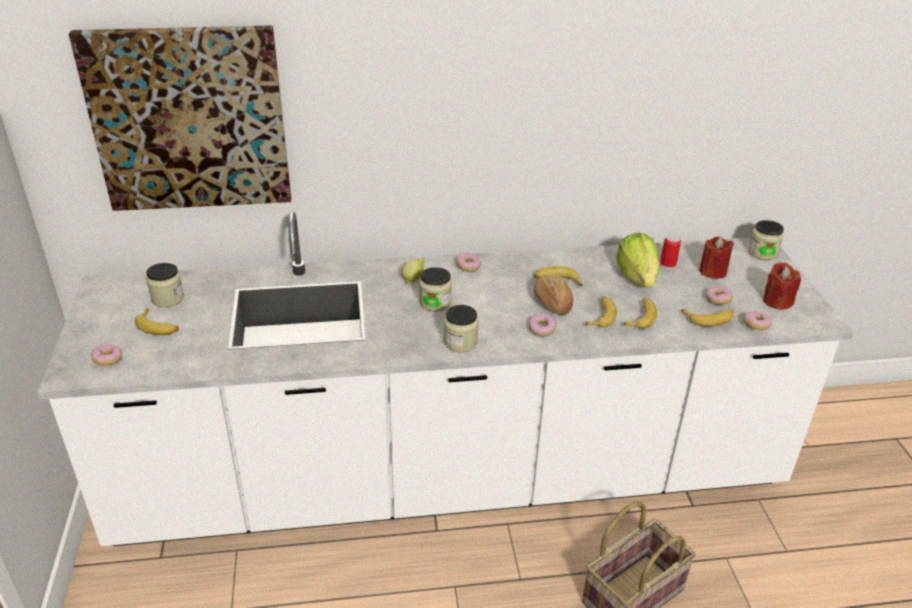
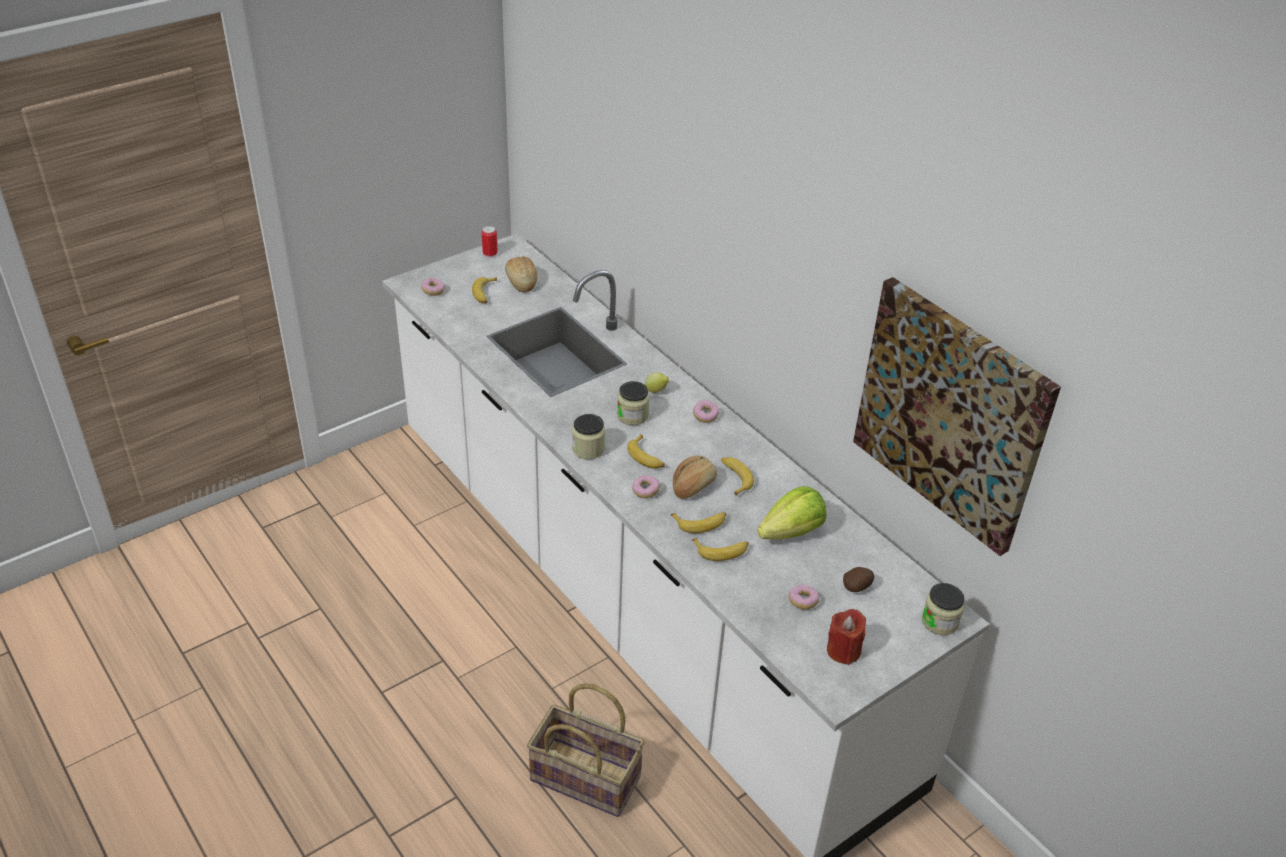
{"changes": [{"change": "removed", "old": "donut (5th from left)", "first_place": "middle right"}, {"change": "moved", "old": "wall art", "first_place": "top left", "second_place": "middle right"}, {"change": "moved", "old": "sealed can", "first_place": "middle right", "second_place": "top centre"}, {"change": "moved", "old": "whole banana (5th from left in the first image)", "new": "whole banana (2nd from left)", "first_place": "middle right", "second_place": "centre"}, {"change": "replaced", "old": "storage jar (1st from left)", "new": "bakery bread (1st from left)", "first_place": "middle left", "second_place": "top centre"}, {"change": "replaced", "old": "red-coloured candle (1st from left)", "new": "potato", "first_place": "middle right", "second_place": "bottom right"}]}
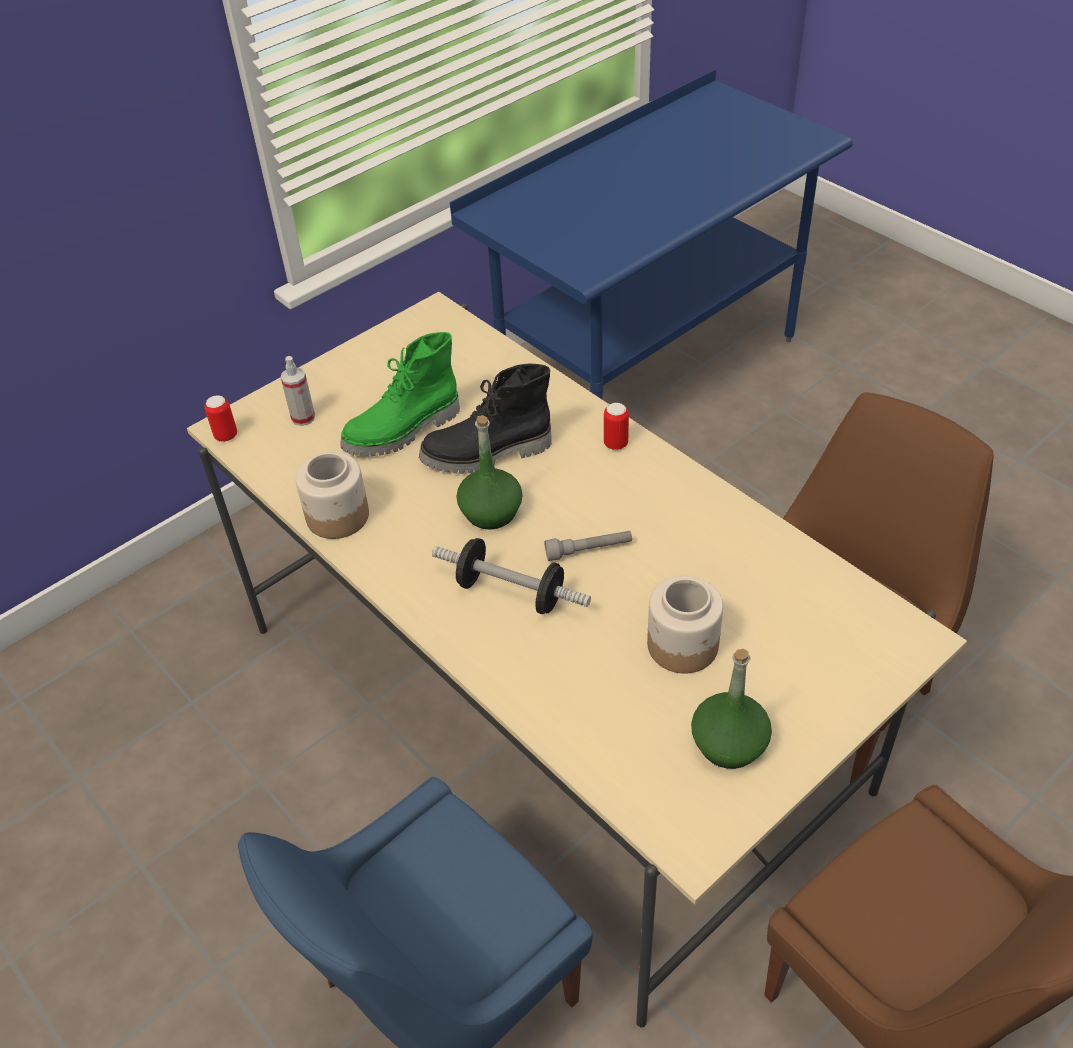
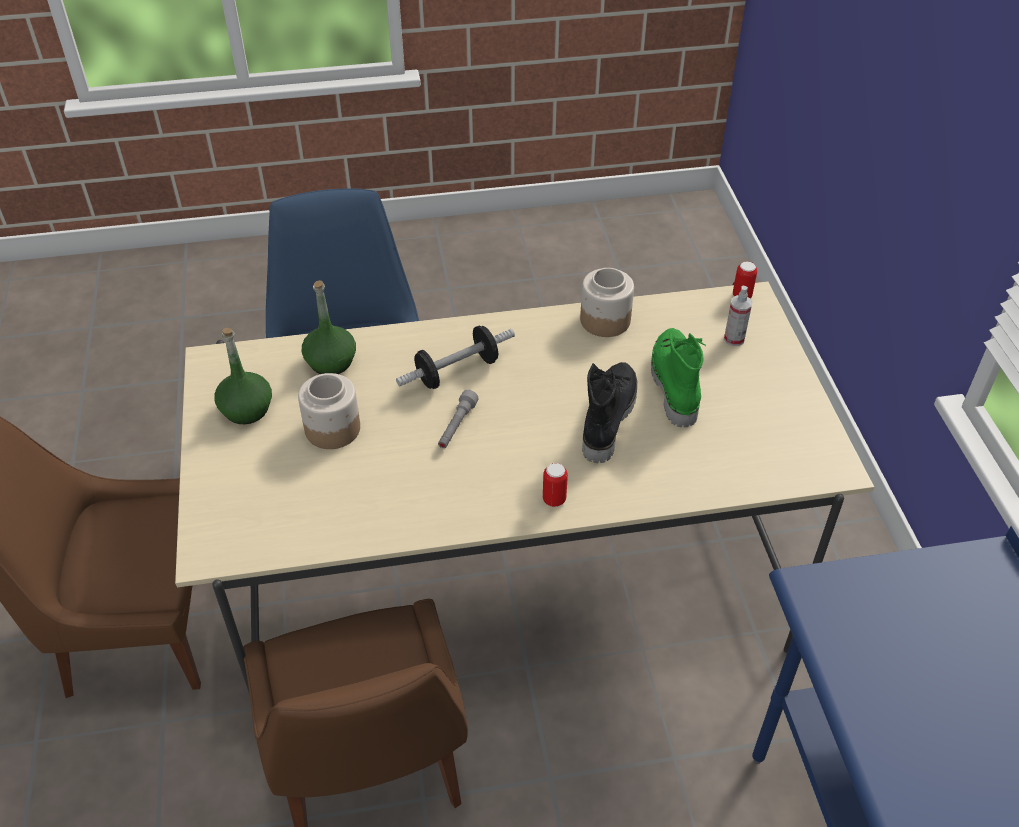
{"changes": [{"change": "moved", "old": "green-coloured bottle (1st from left in the first image)", "new": "green-coloured bottle (2nd from left)", "first_place": "centre", "second_place": "middle left"}]}
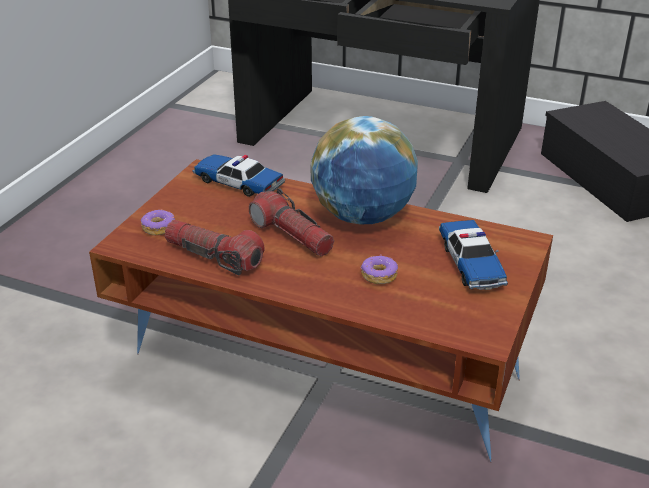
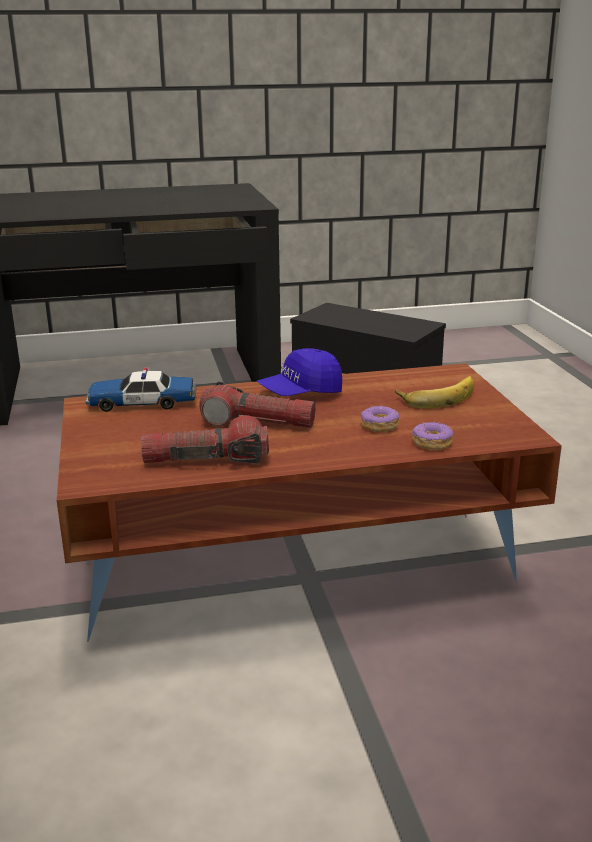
{"changes": [{"change": "moved", "old": "donut (1st from left in the first image)", "new": "donut (2nd from left)", "first_place": "middle left", "second_place": "middle right"}, {"change": "replaced", "old": "desk globe", "new": "blue-coloured baseball cap", "first_place": "centre", "second_place": "centre"}, {"change": "replaced", "old": "model car (2nd from left)", "new": "whole banana", "first_place": "middle right", "second_place": "middle right"}]}
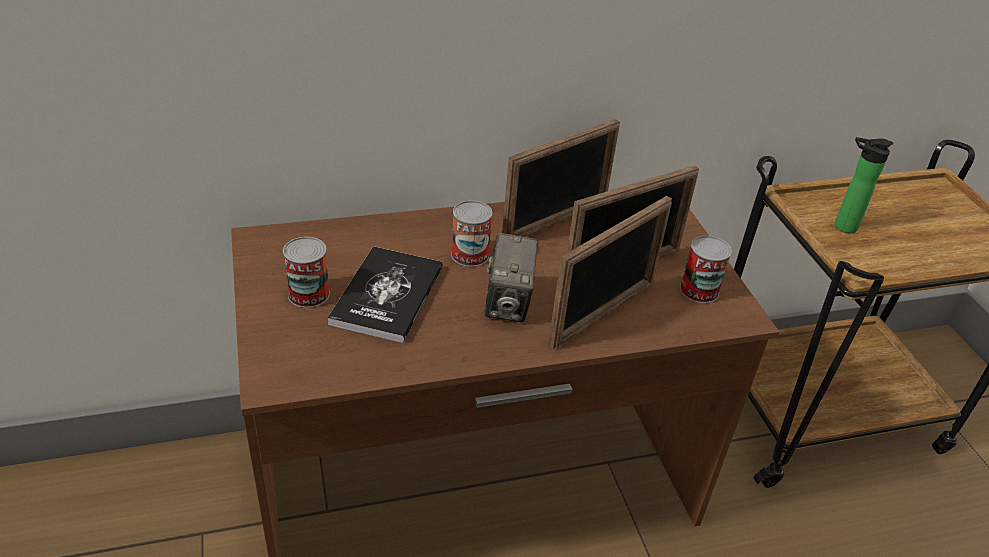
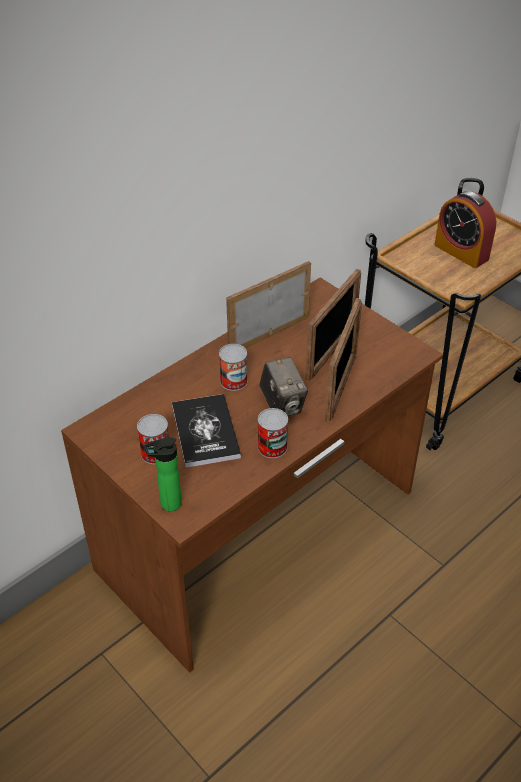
{"changes": [{"change": "added", "new": "bedside clock", "second_place": "top right"}, {"change": "moved", "old": "sealed can (3rd from left)", "first_place": "middle right", "second_place": "centre"}, {"change": "moved", "old": "bottle", "first_place": "top right", "second_place": "middle left"}, {"change": "turned", "old": "photo frame (1st from left)", "first_place": "top centre", "second_place": "centre", "degrees": -150}]}
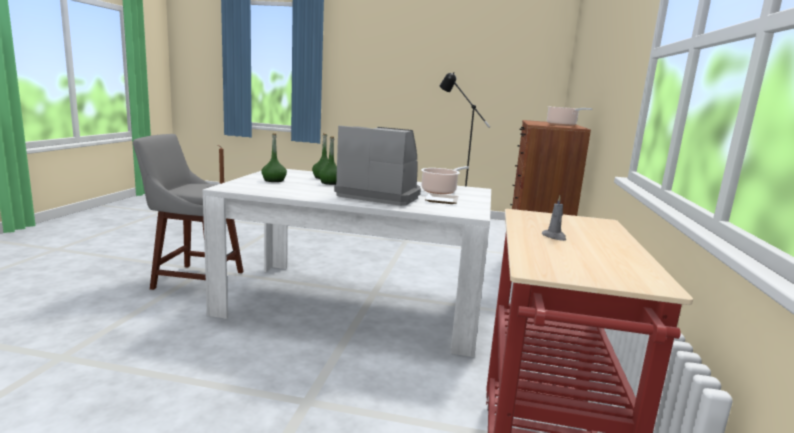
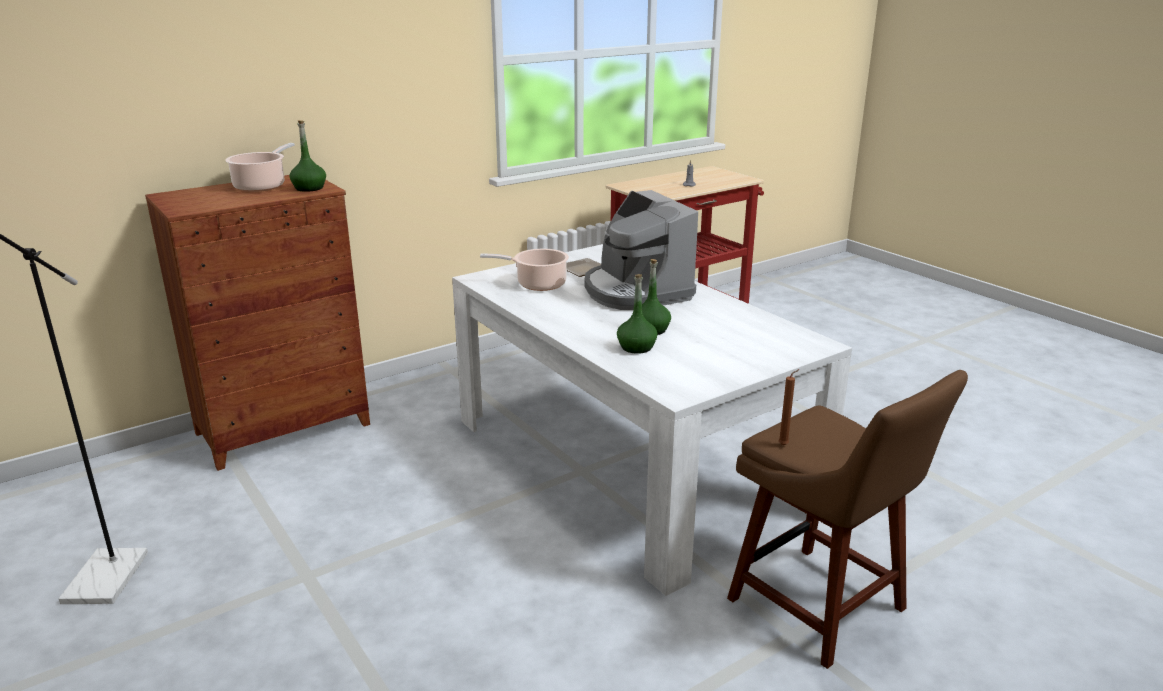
{"changes": [{"change": "moved", "old": "green-coloured bottle (1st from left)", "first_place": "centre", "second_place": "top left"}, {"change": "recoloured", "old": "grey stool", "new": "brown stool", "first_place": "middle left", "second_place": "bottom right"}]}
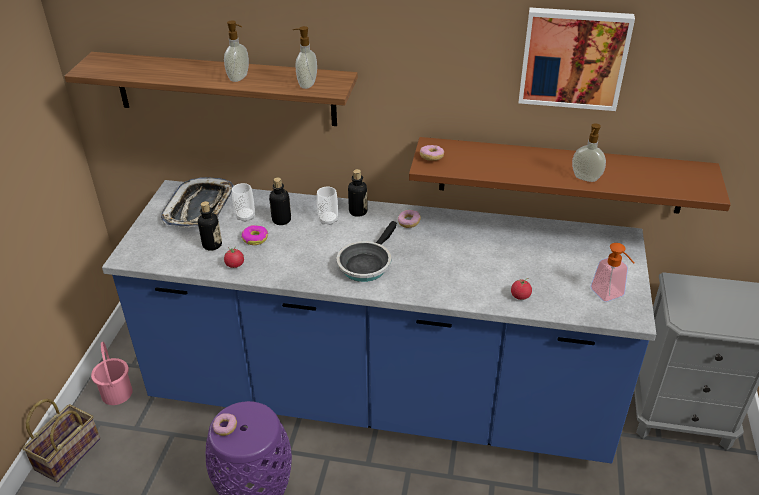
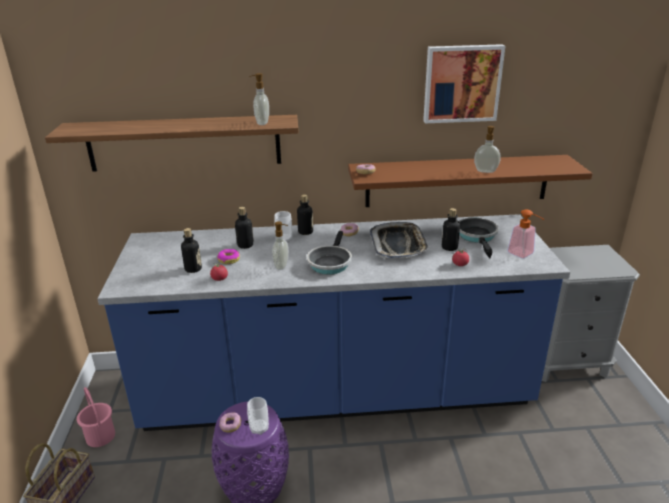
{"changes": [{"change": "added", "new": "bottle (4th from left)", "second_place": "middle right"}, {"change": "added", "new": "skillet (2nd from left)", "second_place": "middle right"}, {"change": "moved", "old": "carrying tray", "first_place": "middle left", "second_place": "centre"}, {"change": "moved", "old": "soap dispenser (1st from left in the first image)", "new": "soap dispenser (2nd from left)", "first_place": "top left", "second_place": "centre"}, {"change": "moved", "old": "cup (1st from left)", "first_place": "middle left", "second_place": "bottom centre"}]}
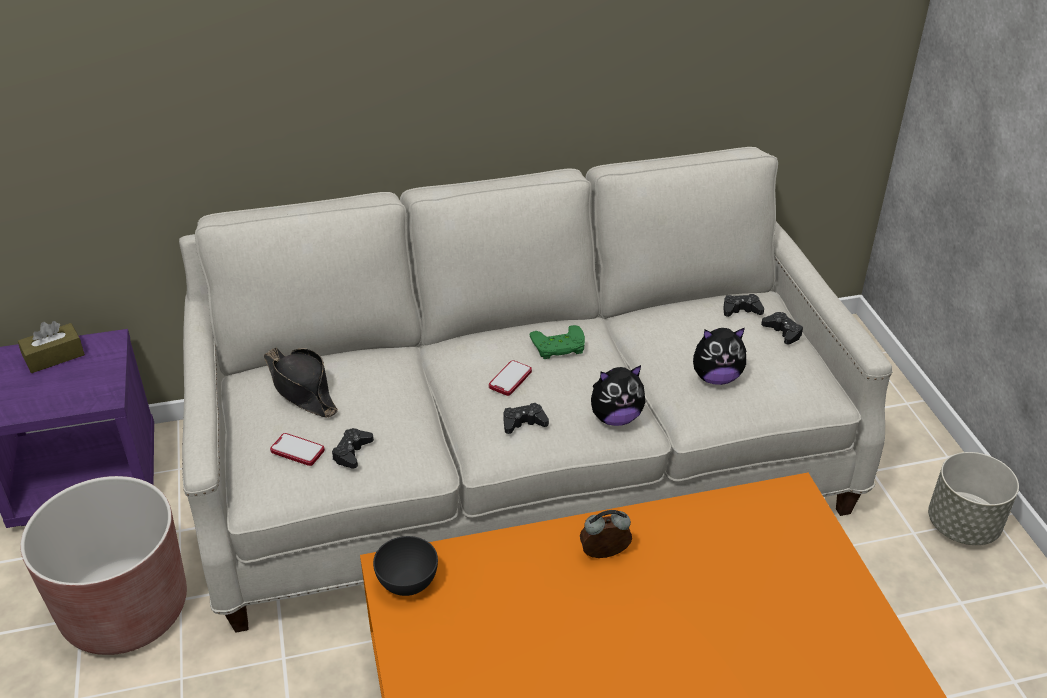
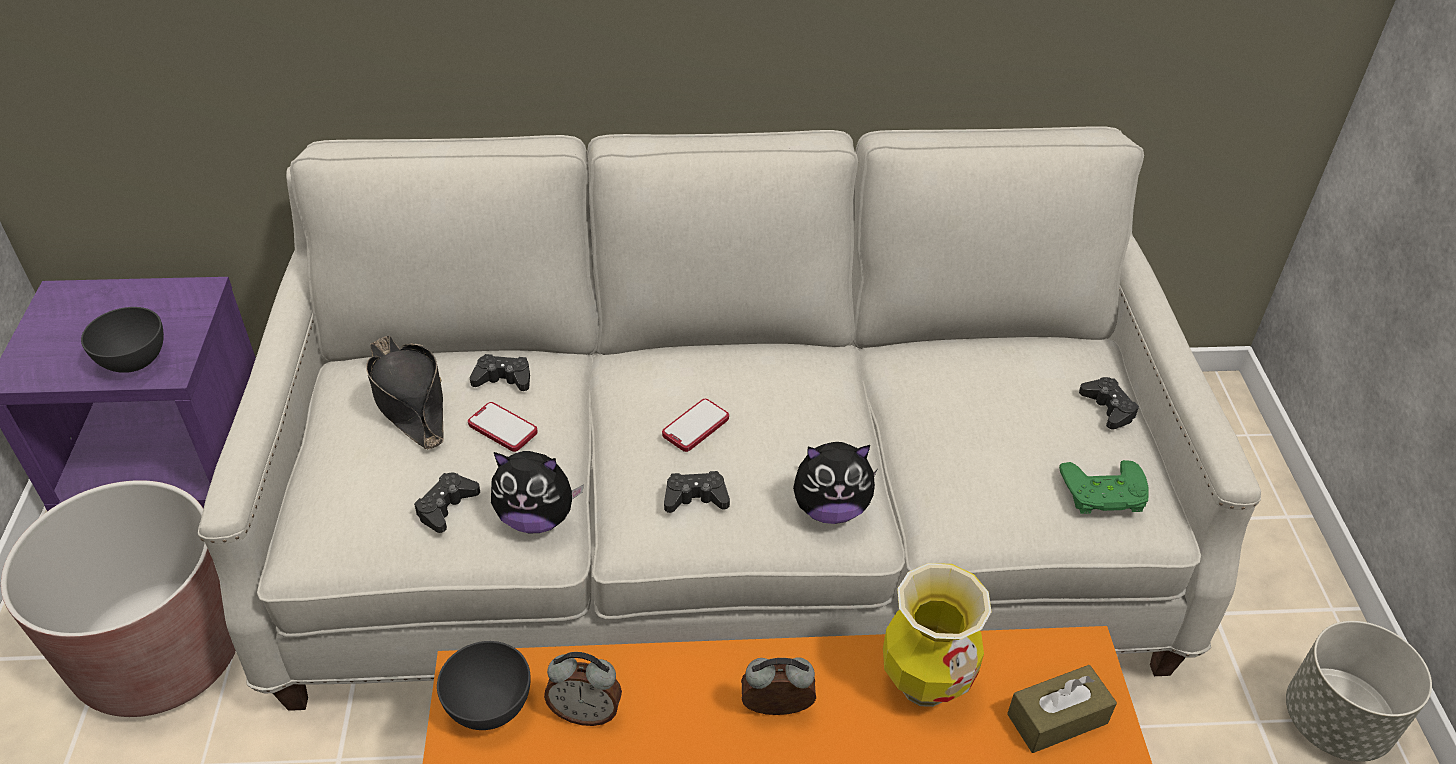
{"changes": [{"change": "added", "new": "grey deep dish (1st from left)", "second_place": "middle left"}, {"change": "added", "new": "bedside clock (1st from left)", "second_place": "bottom centre"}, {"change": "added", "new": "flower vase", "second_place": "bottom centre"}, {"change": "moved", "old": "brown tissue holder", "first_place": "middle left", "second_place": "bottom right"}, {"change": "moved", "old": "phone (1st from left)", "first_place": "middle left", "second_place": "centre"}, {"change": "moved", "old": "green-coloured joypad", "first_place": "centre", "second_place": "middle right"}, {"change": "moved", "old": "cuddly toy (2nd from left in the first image)", "new": "cuddly toy (1st from left)", "first_place": "middle right", "second_place": "centre"}, {"change": "moved", "old": "black-coloured joypad (3rd from left in the first image)", "new": "black-coloured joypad (2nd from left)", "first_place": "middle right", "second_place": "centre"}]}
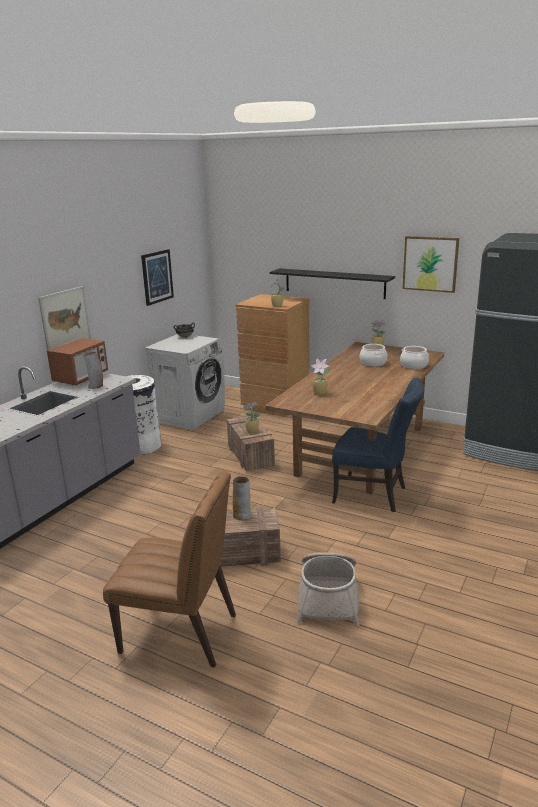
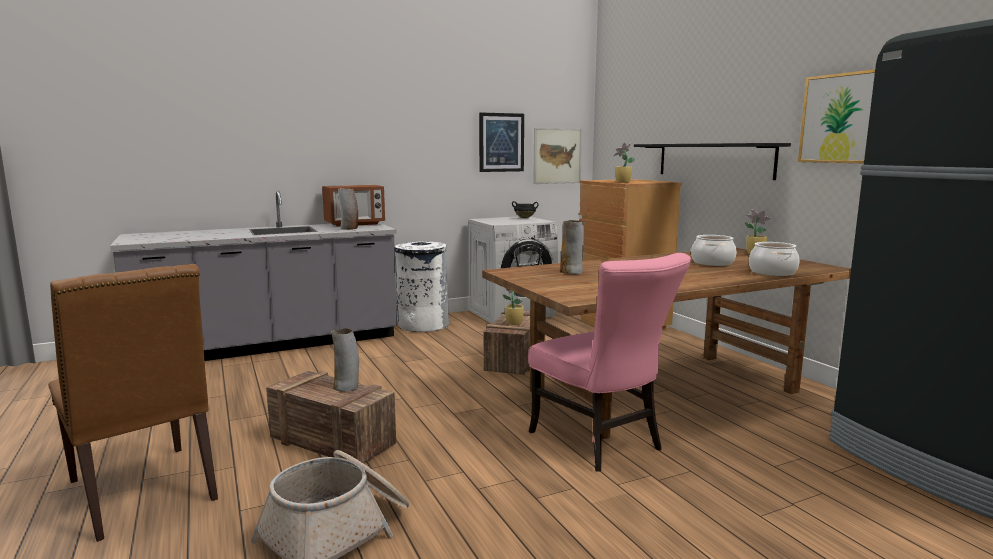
{"changes": [{"change": "moved", "old": "wall art (1st from left in the first image)", "new": "wall art (2nd from left)", "first_place": "middle left", "second_place": "top centre"}, {"change": "replaced", "old": "potted plant (3rd from left)", "new": "flower vase (3rd from left)", "first_place": "centre", "second_place": "centre"}, {"change": "recoloured", "old": "blue-coloured upright chair", "new": "pink upright chair", "first_place": "middle right", "second_place": "centre"}]}
